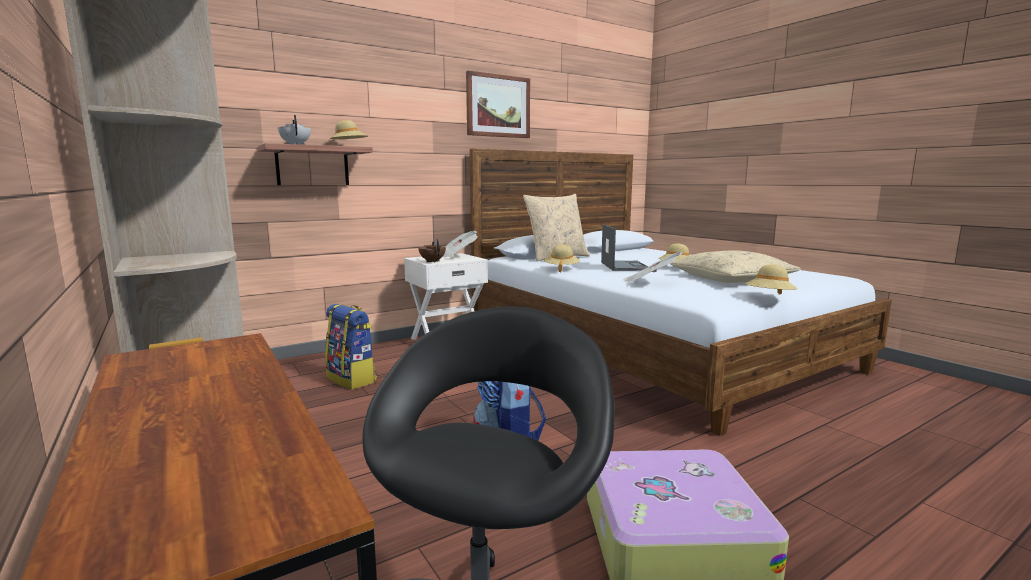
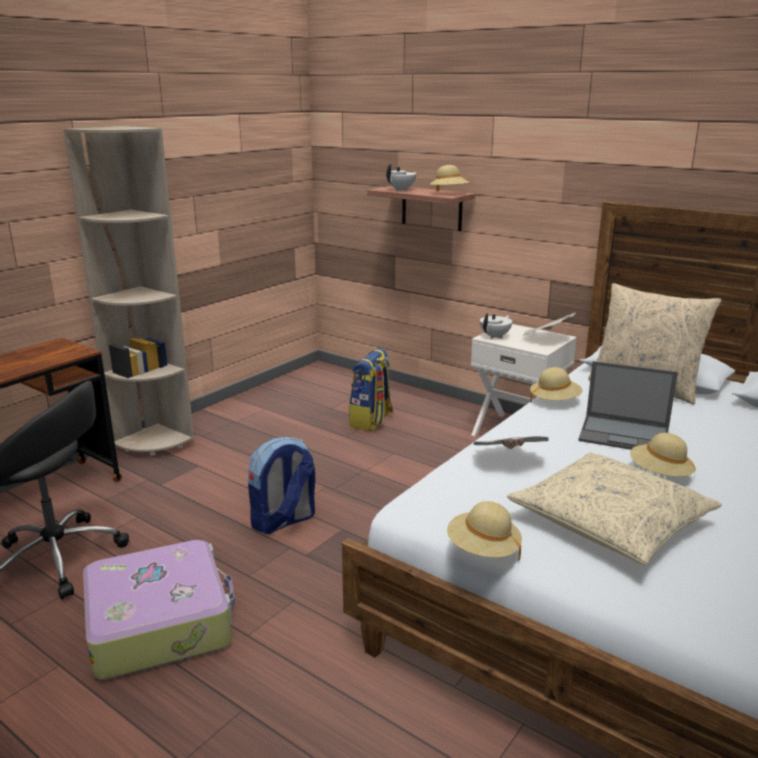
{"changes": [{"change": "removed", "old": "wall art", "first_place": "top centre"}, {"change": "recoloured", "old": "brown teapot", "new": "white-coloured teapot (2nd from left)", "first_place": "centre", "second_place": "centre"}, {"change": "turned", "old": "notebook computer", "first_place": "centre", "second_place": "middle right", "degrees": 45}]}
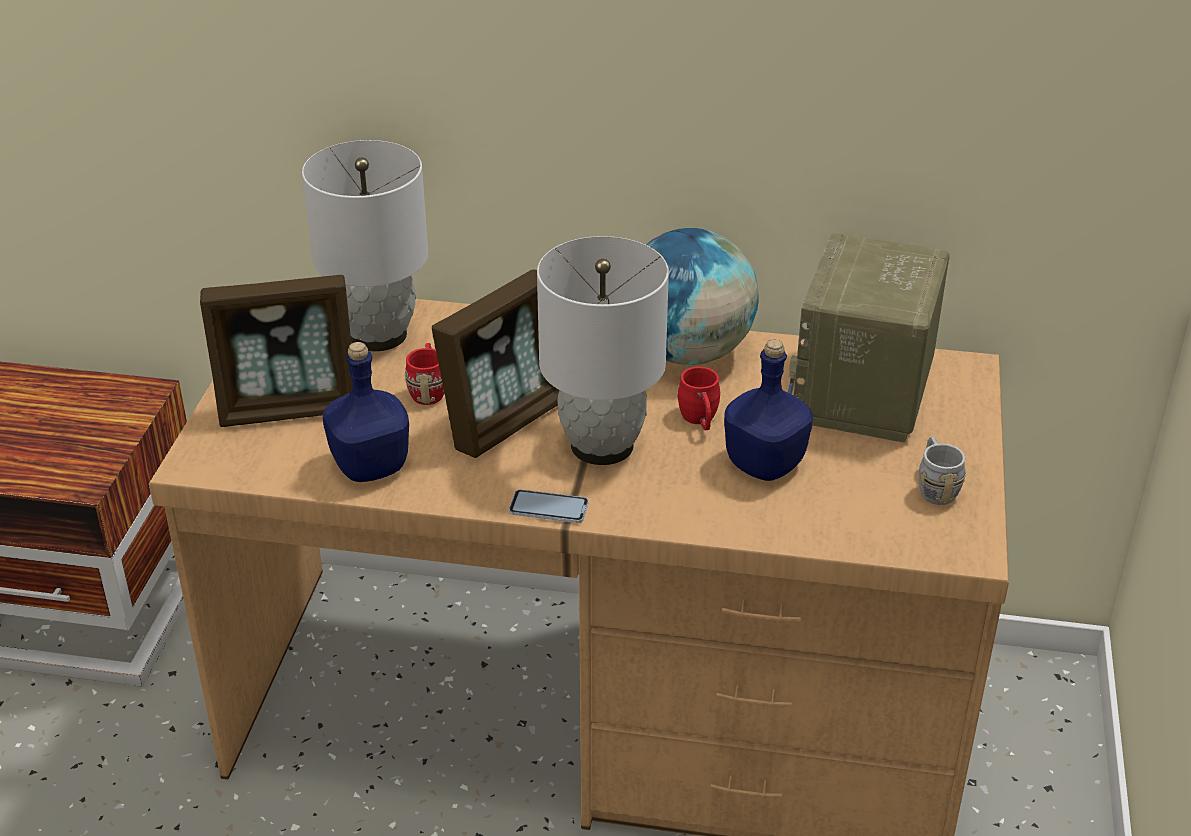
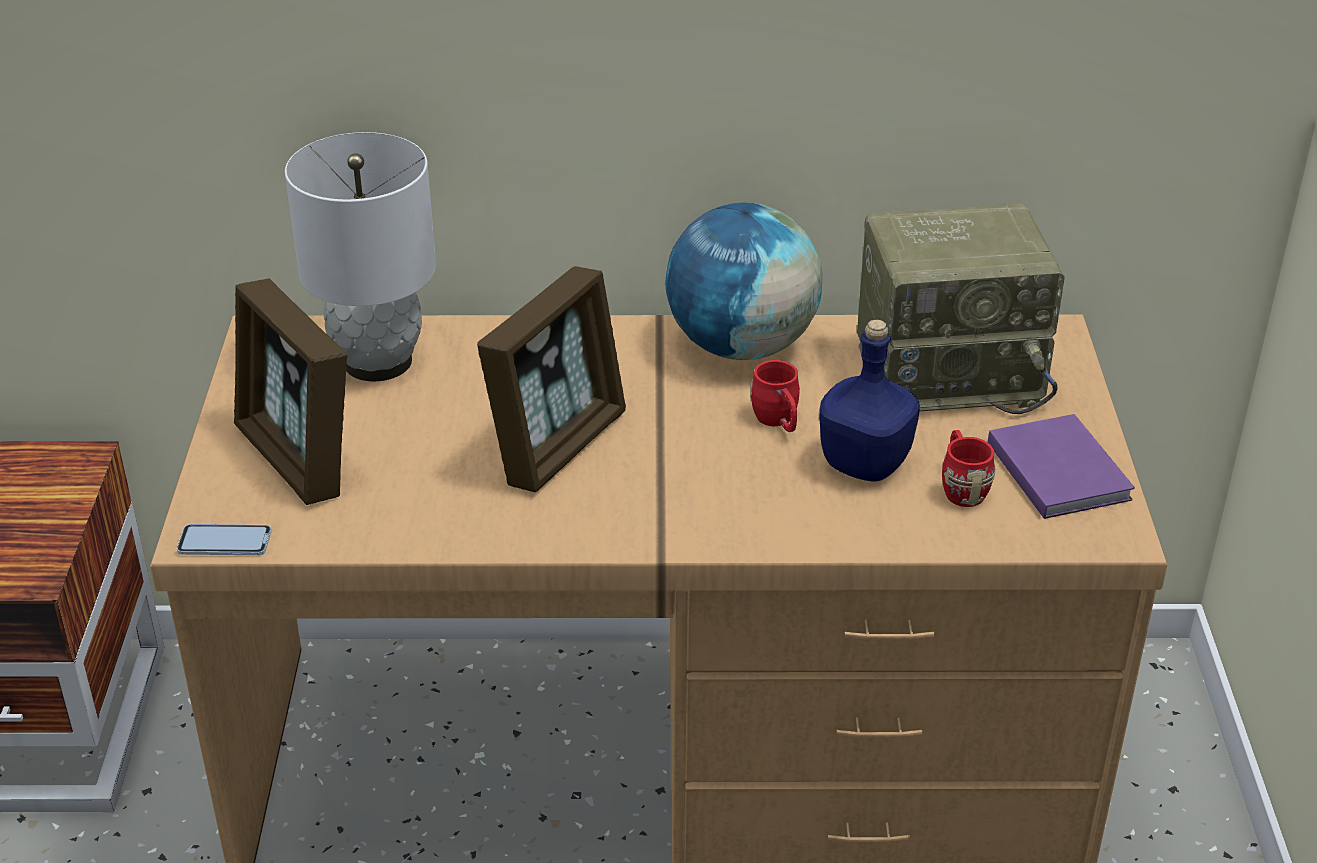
{"changes": [{"change": "removed", "old": "blue-coloured bottle (1st from left)", "first_place": "middle left"}, {"change": "removed", "old": "white-coloured lamp for a table (2nd from left)", "first_place": "centre"}, {"change": "moved", "old": "red-coloured mug (1st from left in the first image)", "new": "red-coloured mug (2nd from left)", "first_place": "centre", "second_place": "middle right"}, {"change": "moved", "old": "phone", "first_place": "centre", "second_place": "middle left"}, {"change": "replaced", "old": "grey mug", "new": "purple-coloured volume", "first_place": "middle right", "second_place": "middle right"}, {"change": "turned", "old": "photo frame (1st from left)", "first_place": "middle left", "second_place": "middle left", "degrees": 75}, {"change": "turned", "old": "radio receiver", "first_place": "middle right", "second_place": "middle right", "degrees": -105}]}
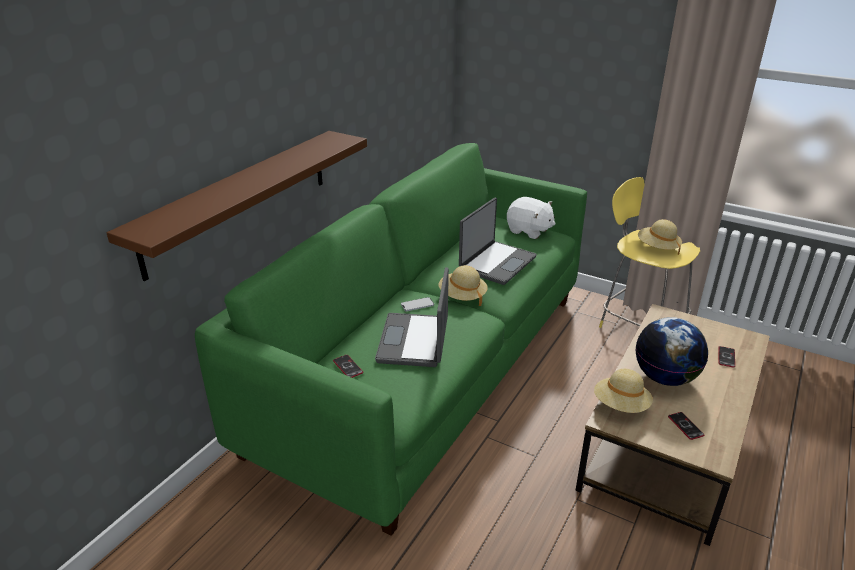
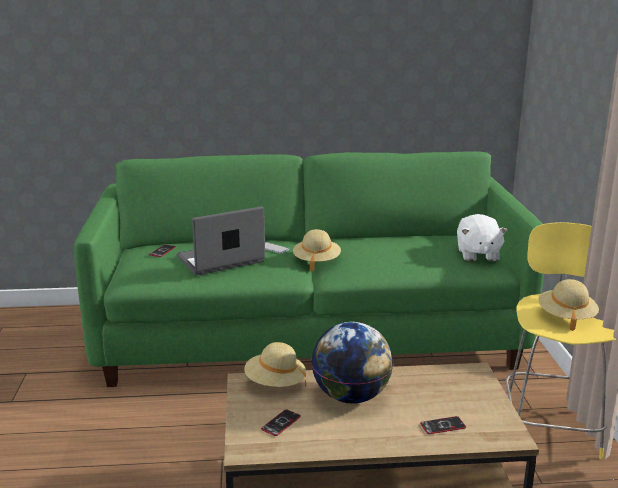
{"changes": [{"change": "removed", "old": "brown bracket shelf", "first_place": "middle left"}, {"change": "removed", "old": "notebook computer (2nd from left)", "first_place": "centre"}]}
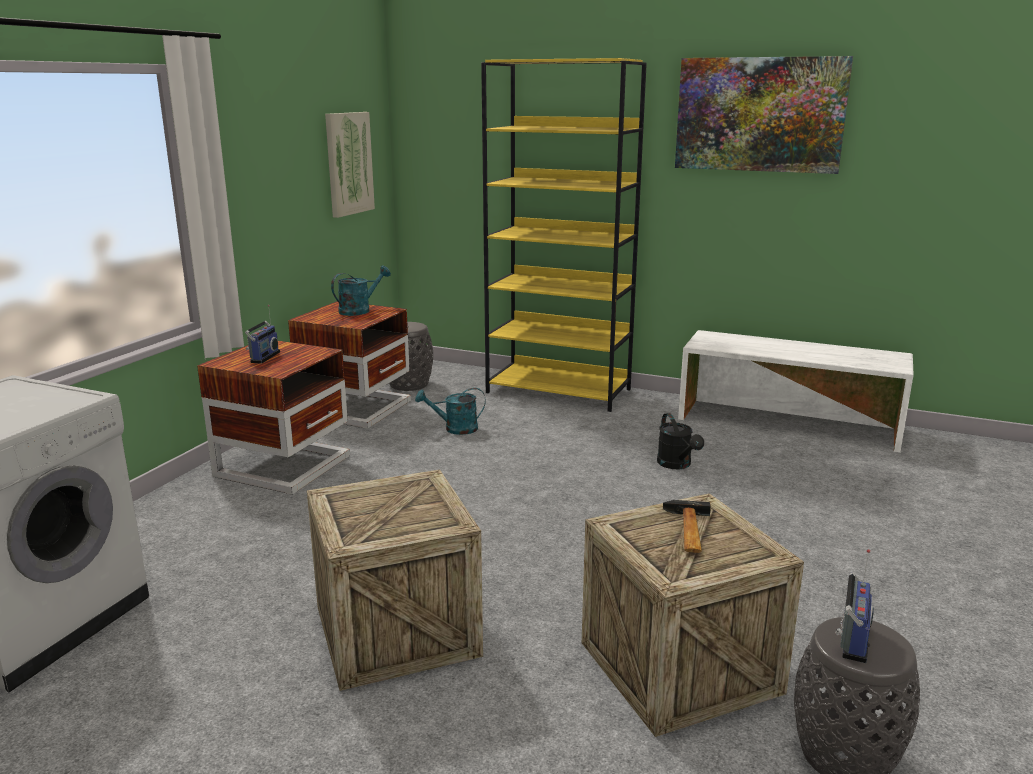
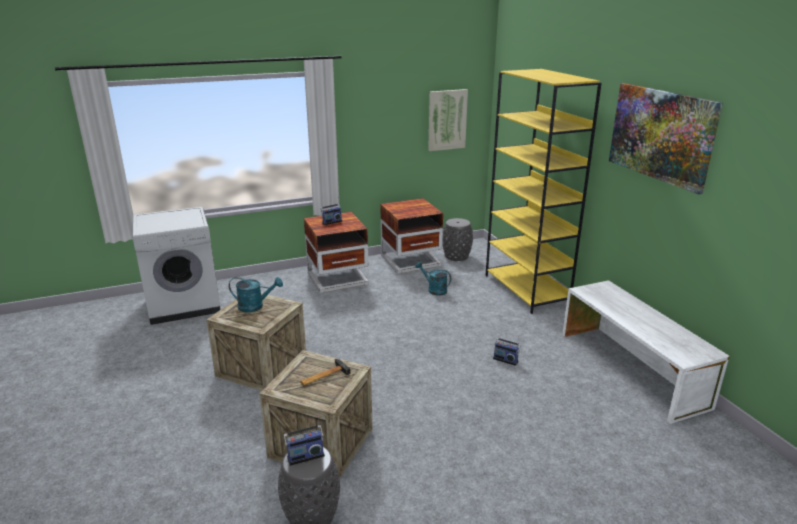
{"changes": [{"change": "moved", "old": "blue-green watering can (1st from left)", "first_place": "centre", "second_place": "middle left"}, {"change": "replaced", "old": "black-coloured watering can", "new": "radio receiver (3rd from left)", "first_place": "centre", "second_place": "bottom centre"}]}
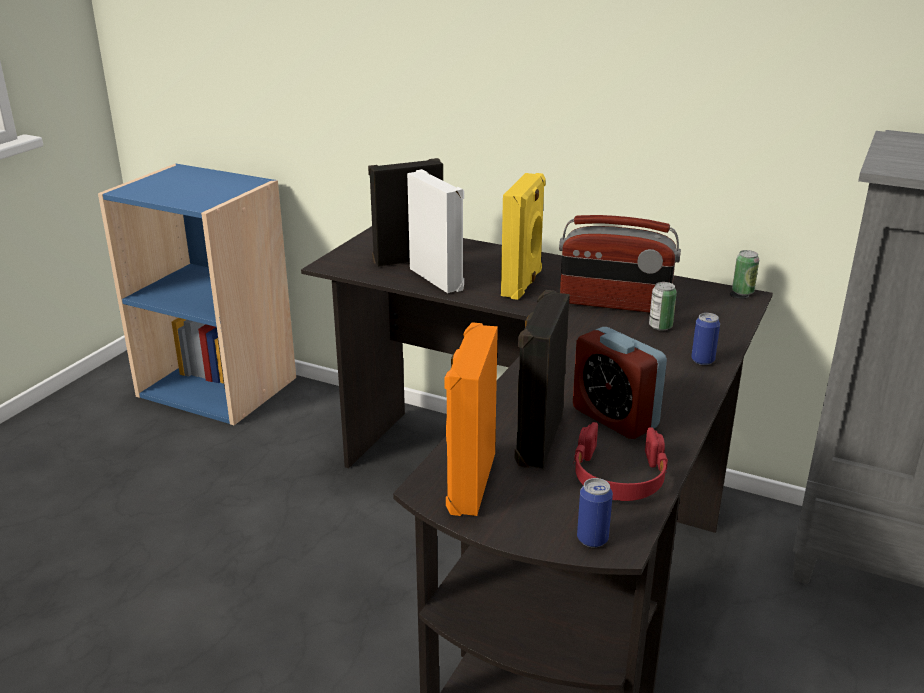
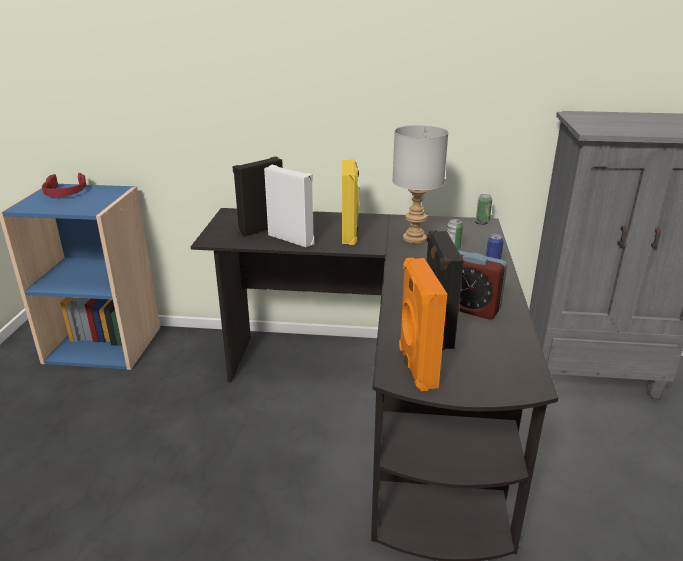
{"changes": [{"change": "removed", "old": "sealed can (1st from left)", "first_place": "bottom centre"}, {"change": "moved", "old": "red-coloured headphones", "first_place": "middle right", "second_place": "top left"}, {"change": "replaced", "old": "radio receiver", "new": "grey lamp for a table", "first_place": "middle right", "second_place": "top centre"}]}
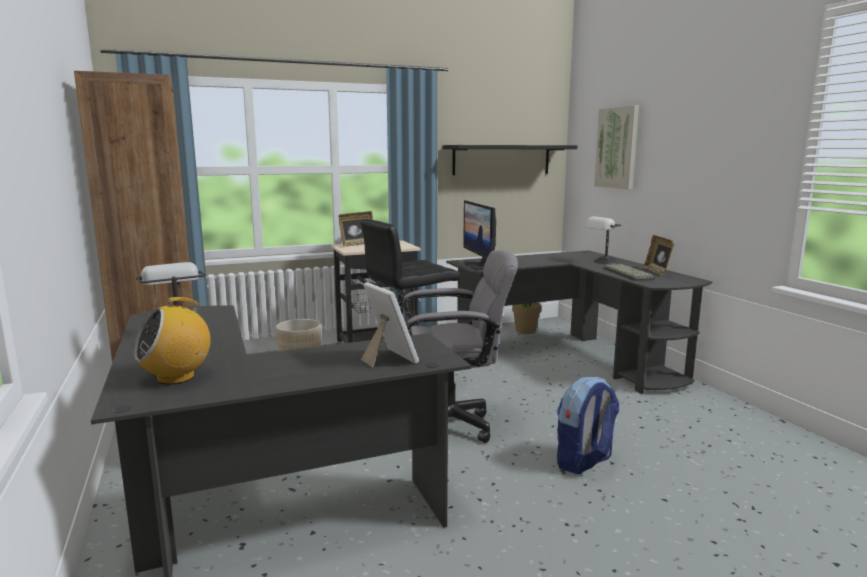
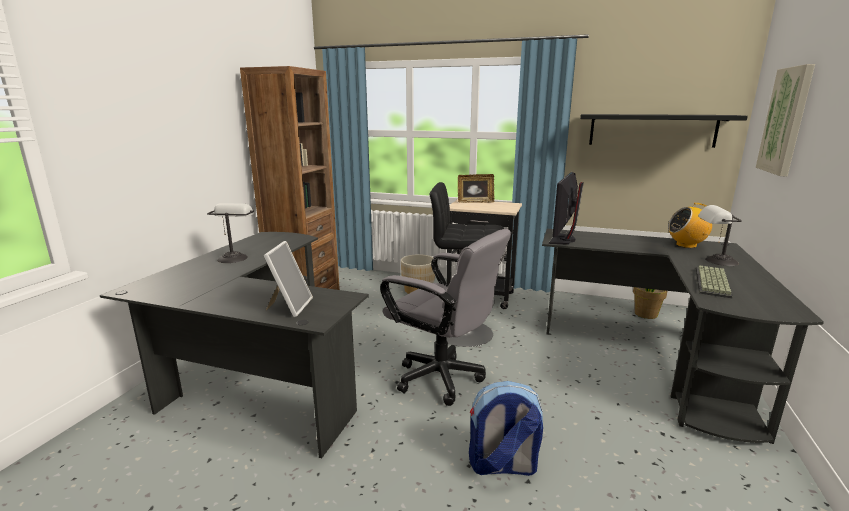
{"changes": [{"change": "removed", "old": "photo frame (3rd from left)", "first_place": "middle right"}, {"change": "moved", "old": "radio receiver", "first_place": "middle left", "second_place": "middle right"}]}
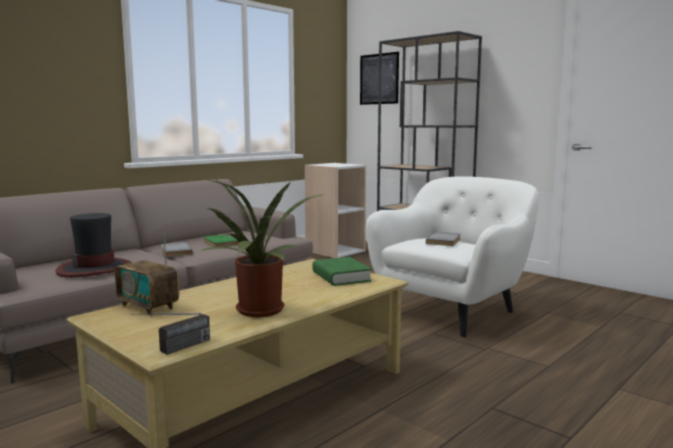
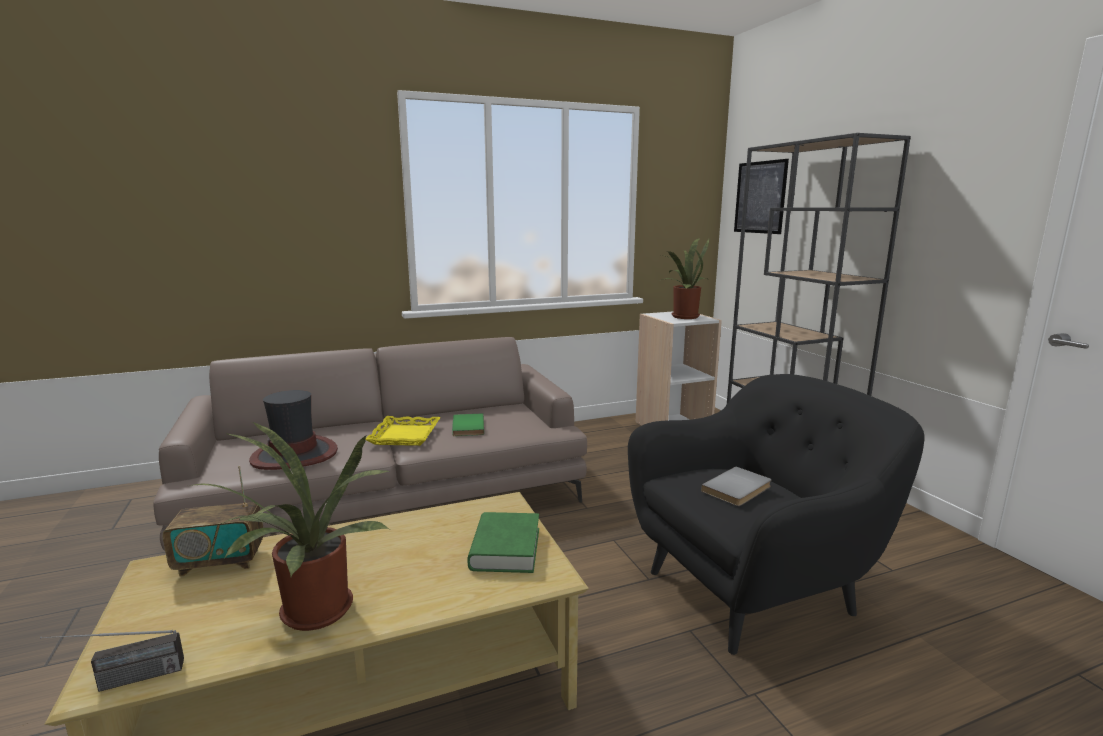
{"changes": [{"change": "added", "new": "potted plant (2nd from left)", "second_place": "centre"}, {"change": "replaced", "old": "grey volume (1st from left)", "new": "yellow-coloured carrying tray", "first_place": "middle left", "second_place": "centre"}, {"change": "recoloured", "old": "white-coloured armchair", "new": "black-coloured armchair", "first_place": "middle right", "second_place": "bottom right"}, {"change": "turned", "old": "radio receiver (1st from left in the first image)", "first_place": "middle left", "second_place": "bottom left", "degrees": -75}]}
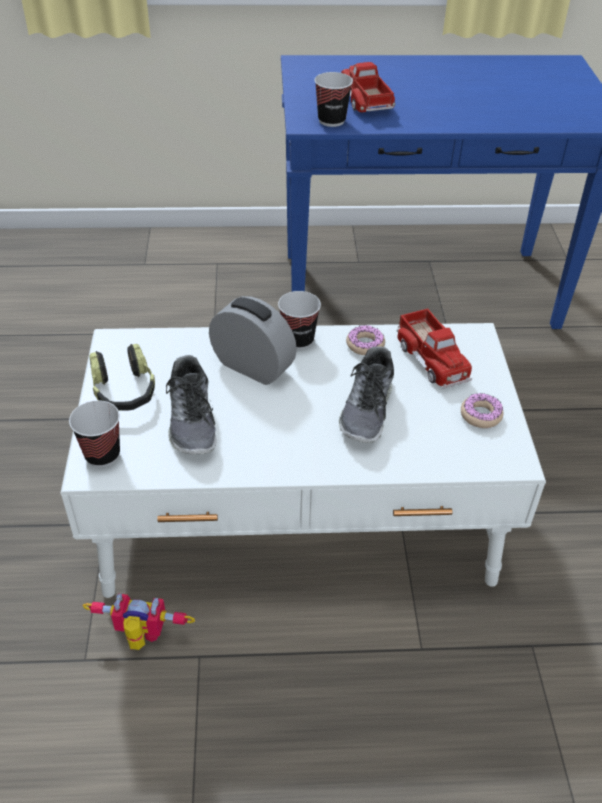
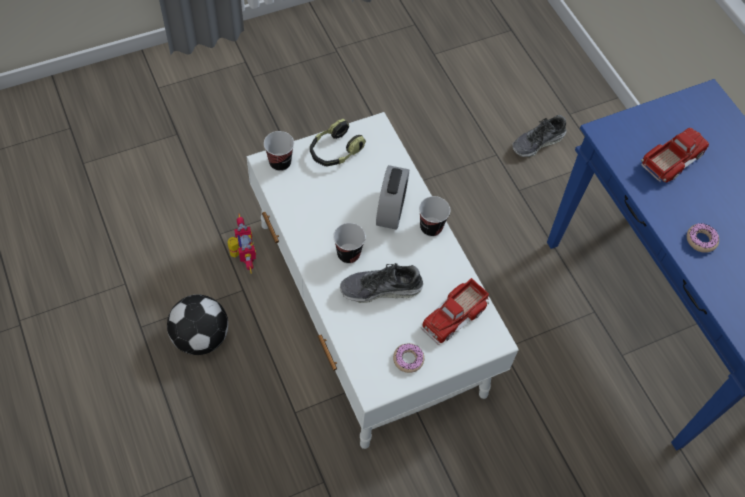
{"changes": [{"change": "added", "new": "football", "second_place": "middle left"}, {"change": "moved", "old": "shoe (1st from left in the first image)", "new": "shoe (2nd from left)", "first_place": "middle left", "second_place": "top right"}, {"change": "moved", "old": "cup (3rd from left in the first image)", "new": "cup (2nd from left)", "first_place": "top centre", "second_place": "centre"}, {"change": "moved", "old": "donut (1st from left in the first image)", "new": "donut (2nd from left)", "first_place": "centre", "second_place": "middle right"}]}
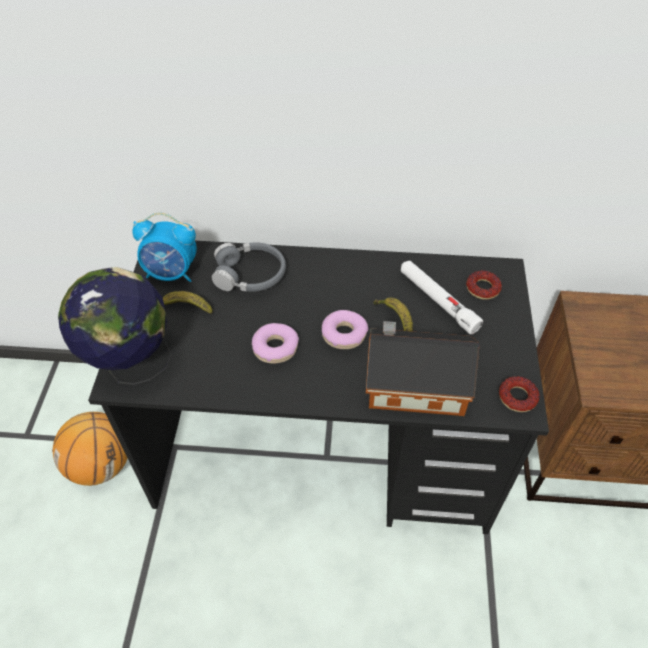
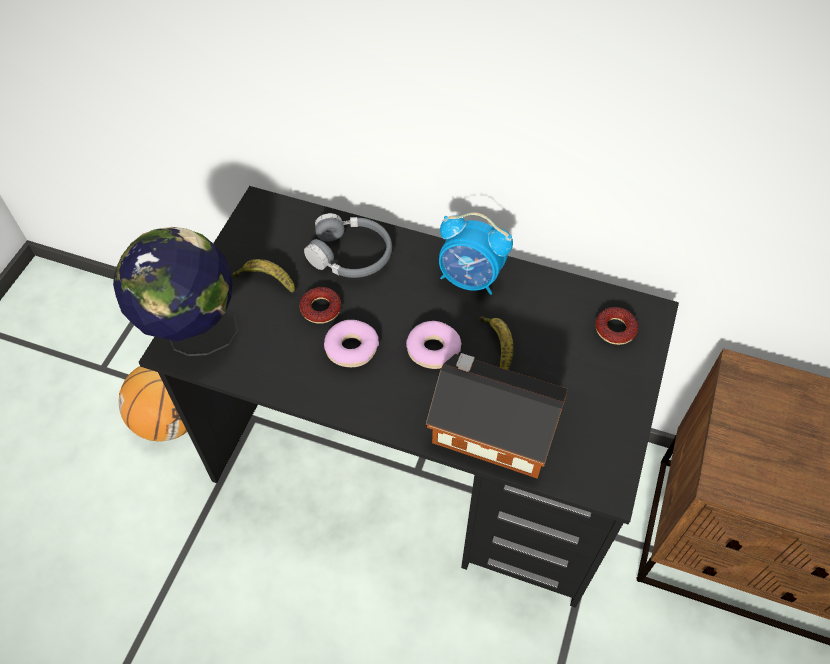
{"changes": [{"change": "removed", "old": "white-coloured hand torch", "first_place": "middle right"}, {"change": "moved", "old": "bedside clock", "first_place": "middle left", "second_place": "centre"}, {"change": "moved", "old": "donut (4th from left in the first image)", "new": "donut (1st from left)", "first_place": "middle right", "second_place": "centre"}]}
